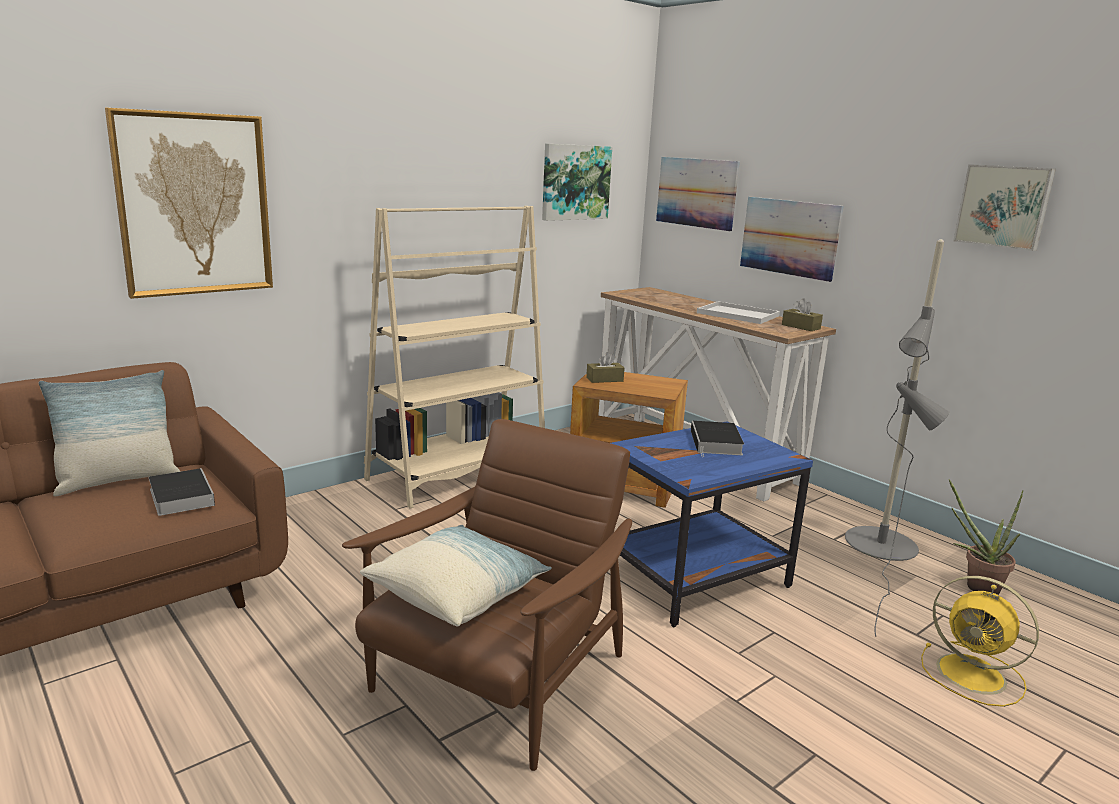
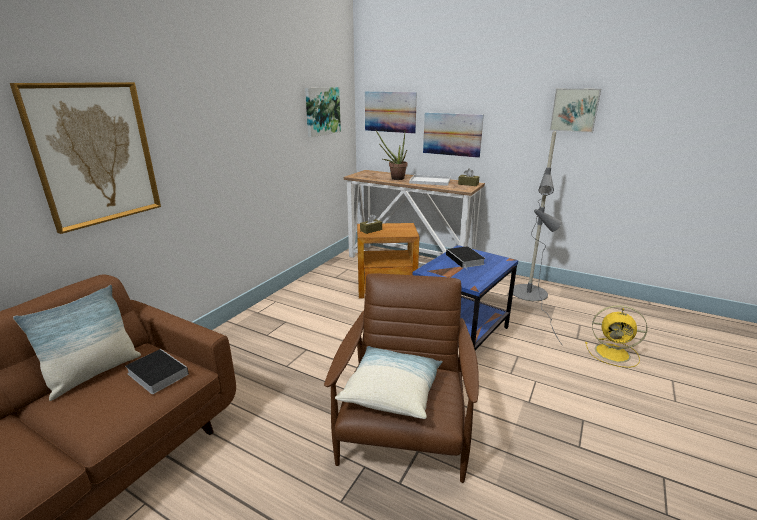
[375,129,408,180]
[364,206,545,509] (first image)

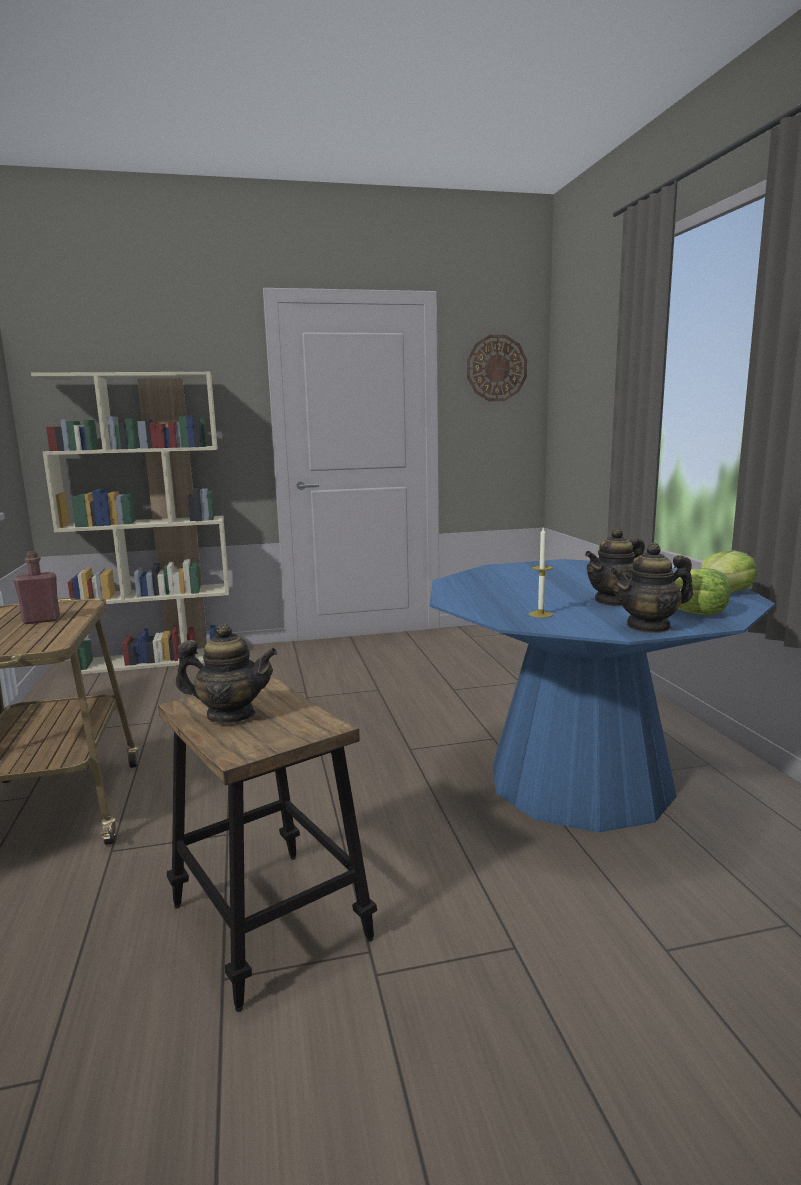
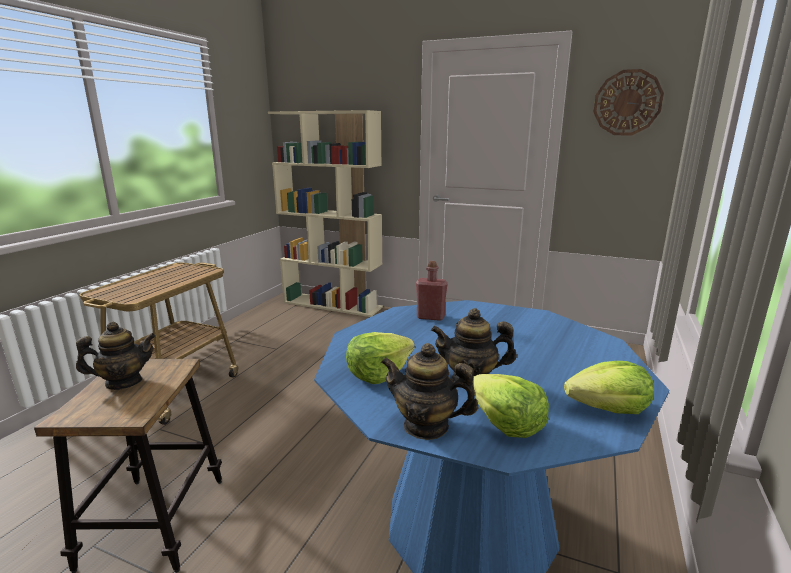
[76,321,156,390]
[346,332,415,384]
[416,261,448,321]

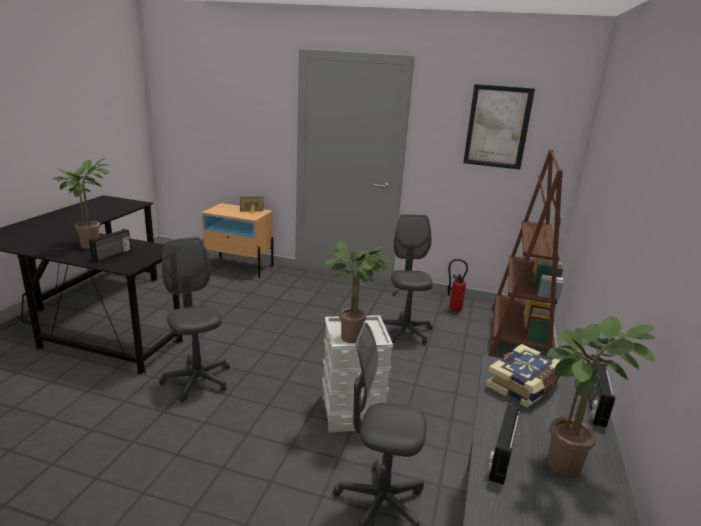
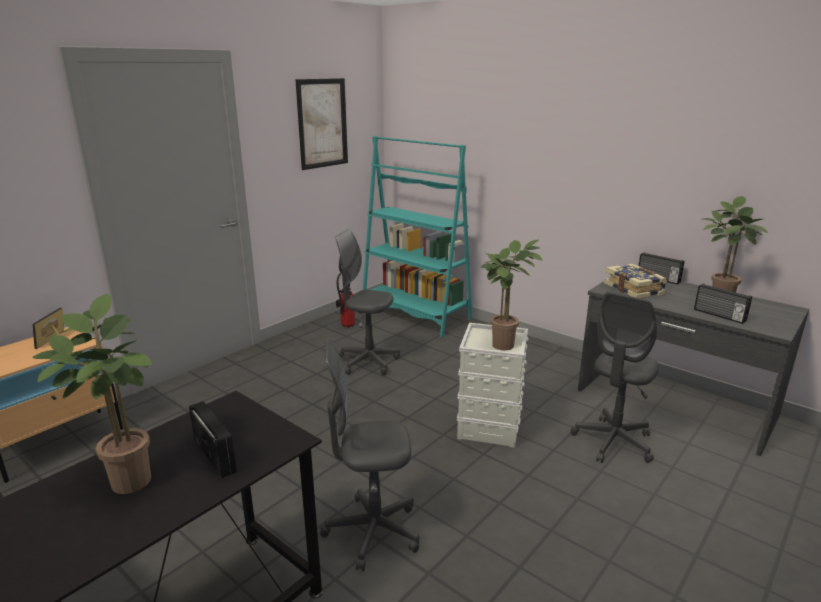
[363,136,472,338]

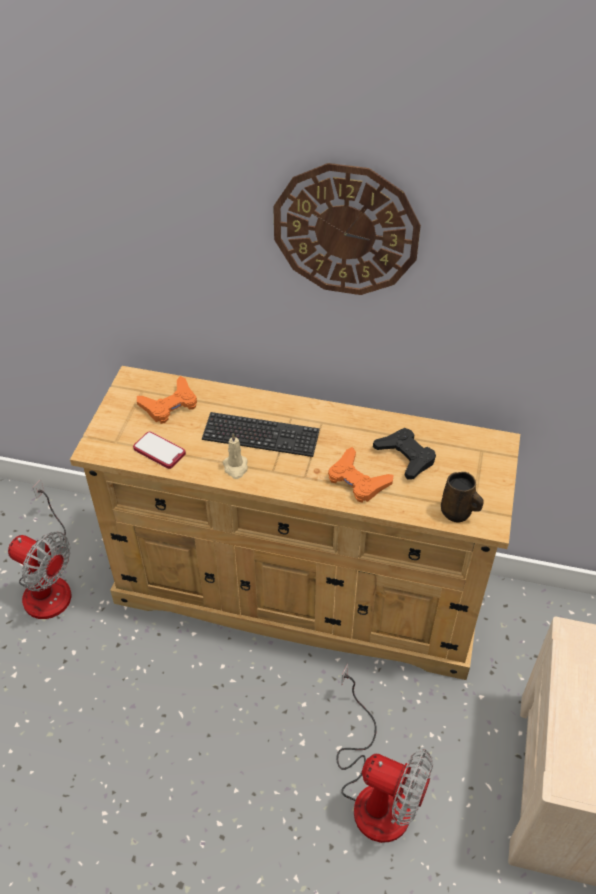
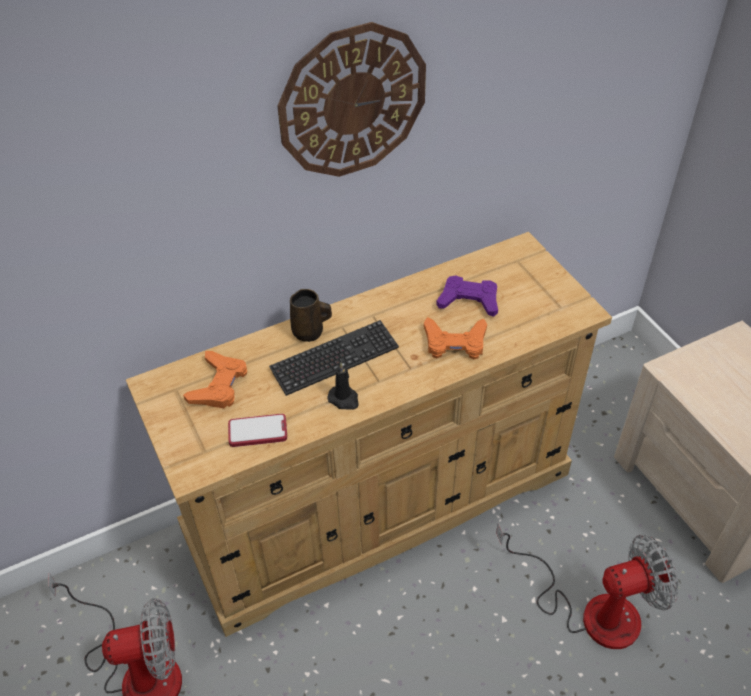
[290,289,332,342]
[327,362,359,410]
[436,275,498,317]

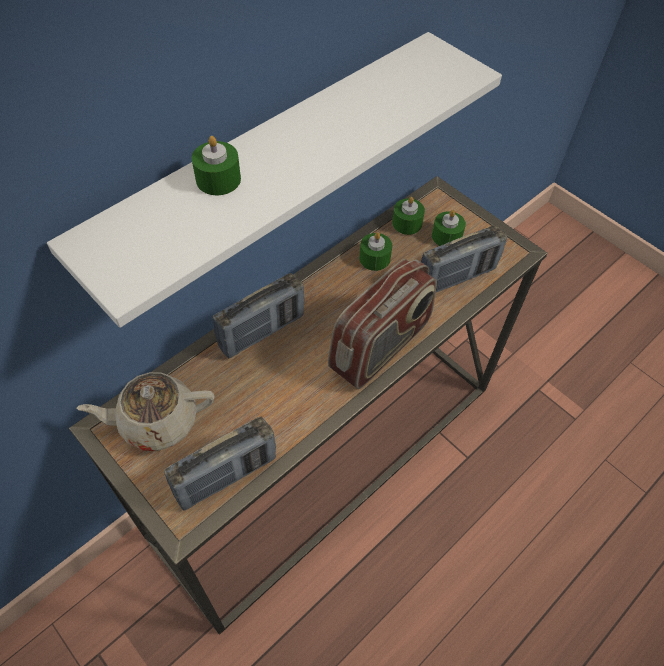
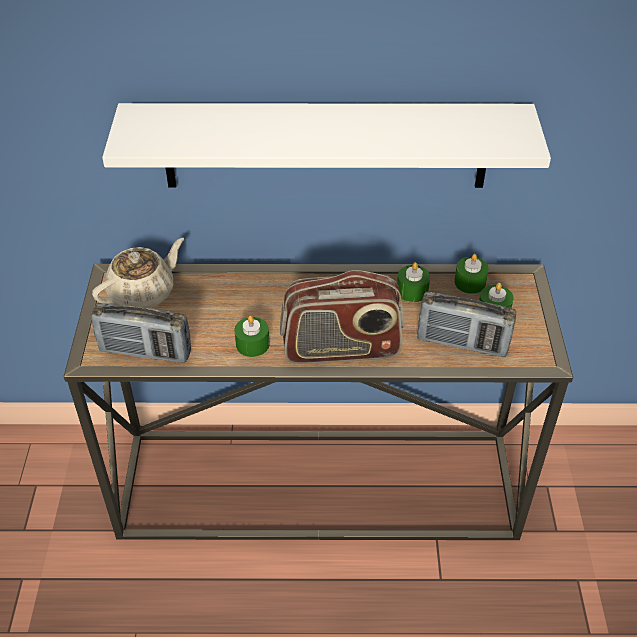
[92,238,184,309]
[234,316,269,357]
[213,273,304,358] (first image)

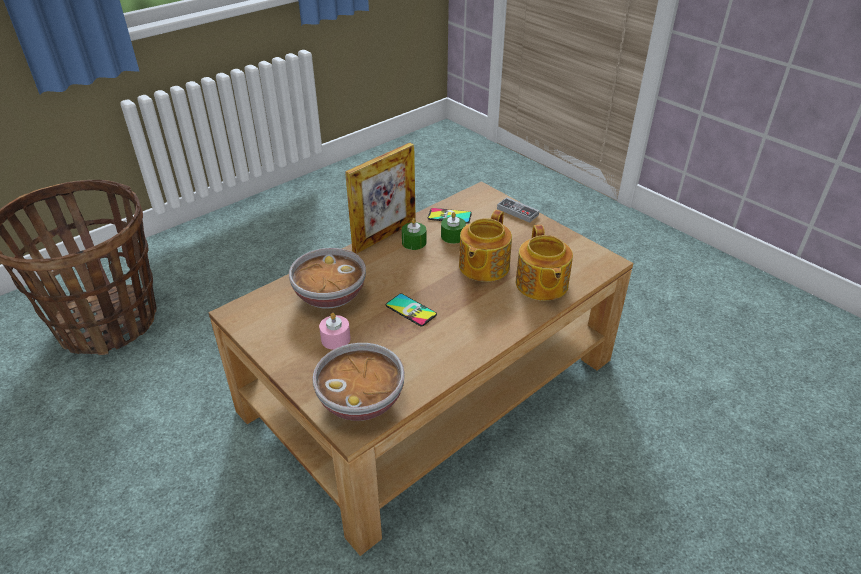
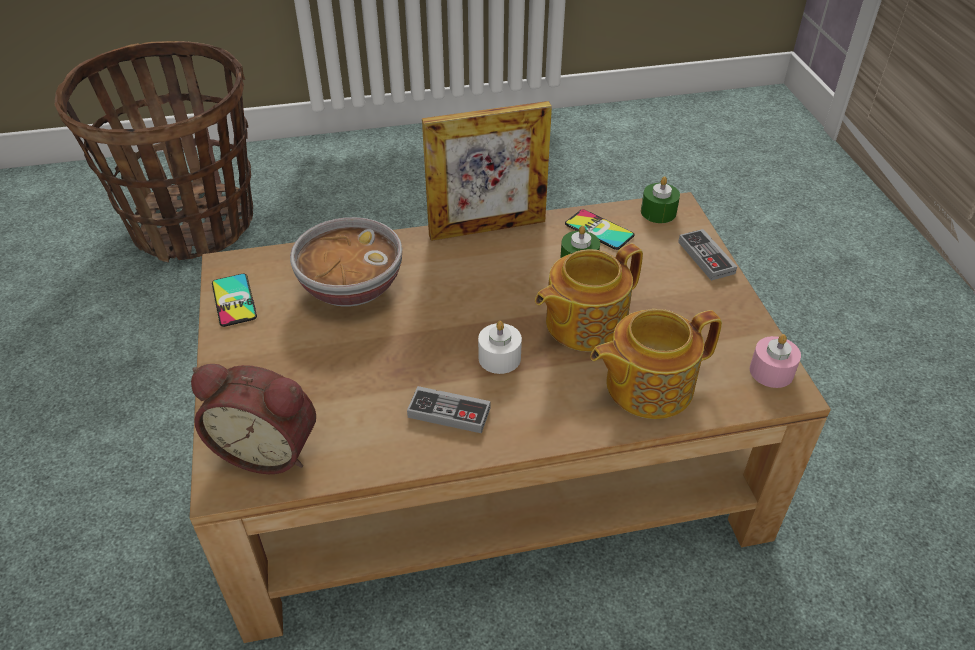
[191,364,316,474]
[212,274,257,327]
[407,386,490,433]
[478,321,522,374]
[590,309,722,419]
[641,177,680,223]
[750,334,801,388]

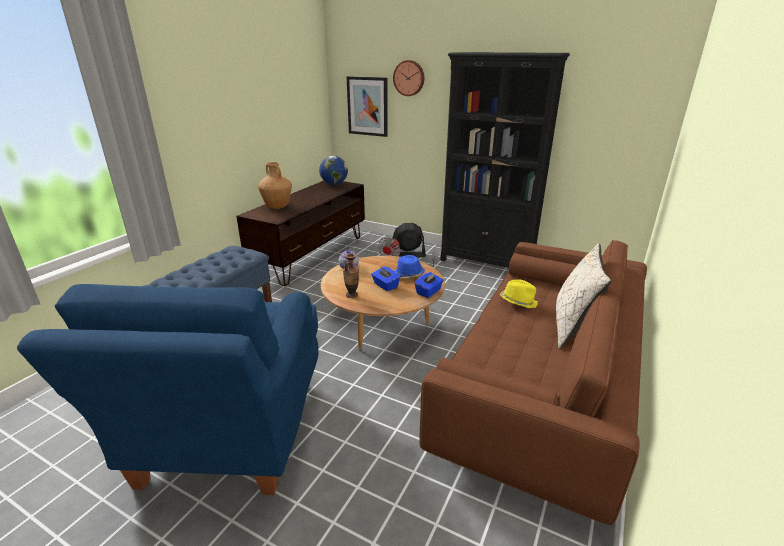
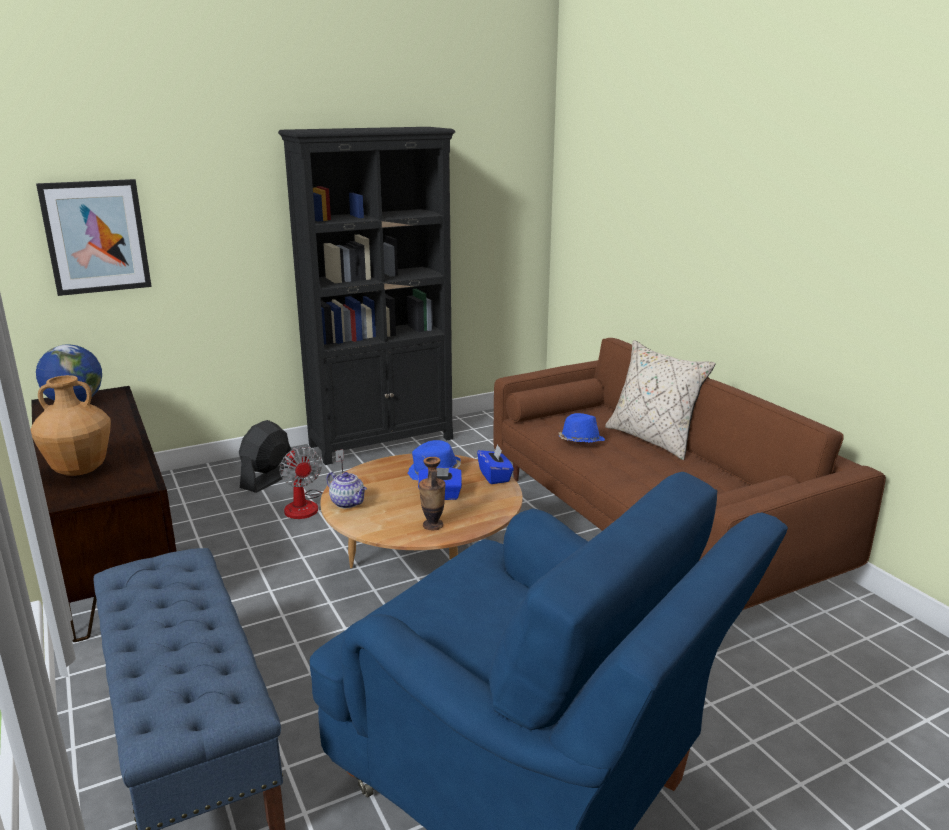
[559,413,605,443]
[393,60,424,96] (first image)

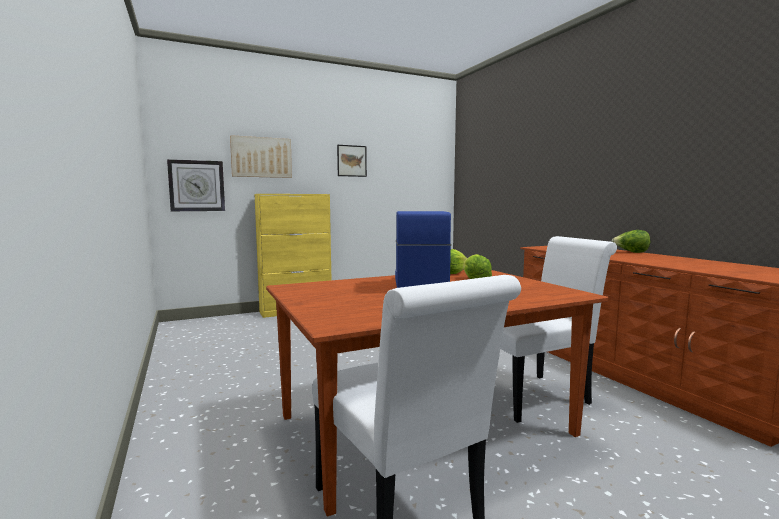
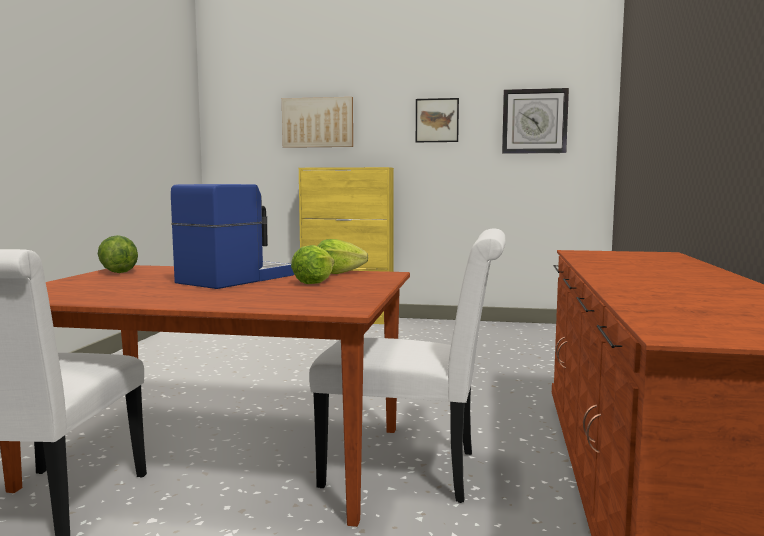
[98,235,138,273]
[502,88,569,154]

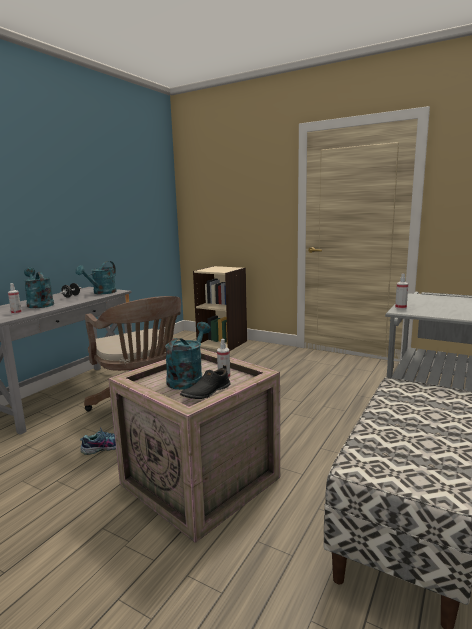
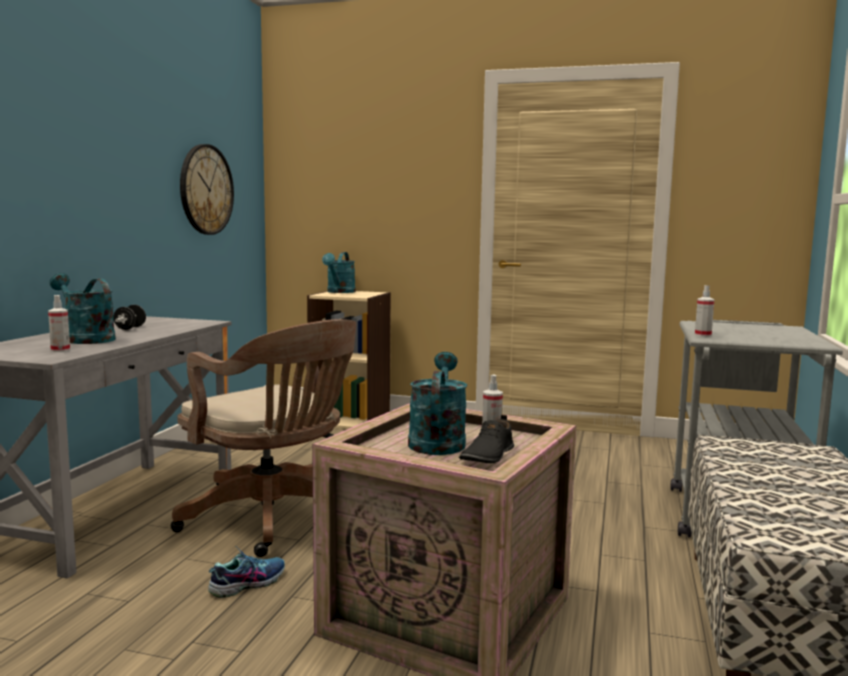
[180,144,234,235]
[322,252,356,293]

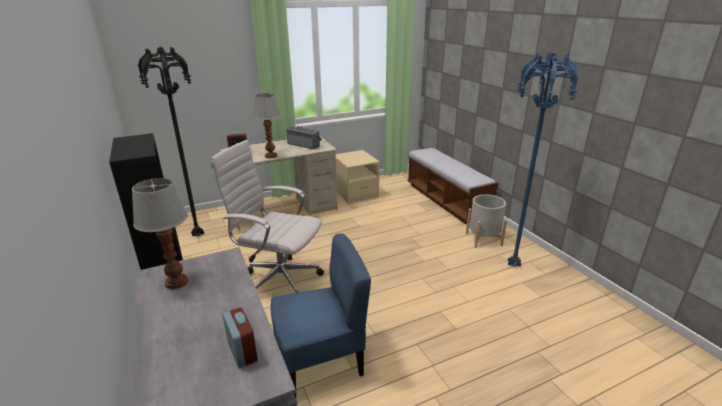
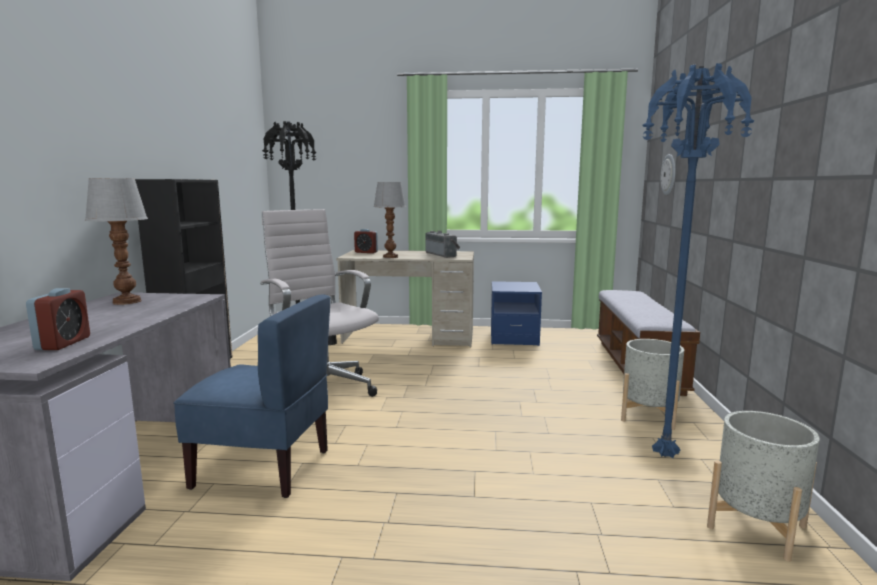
[491,281,542,346]
[661,154,676,195]
[707,411,820,562]

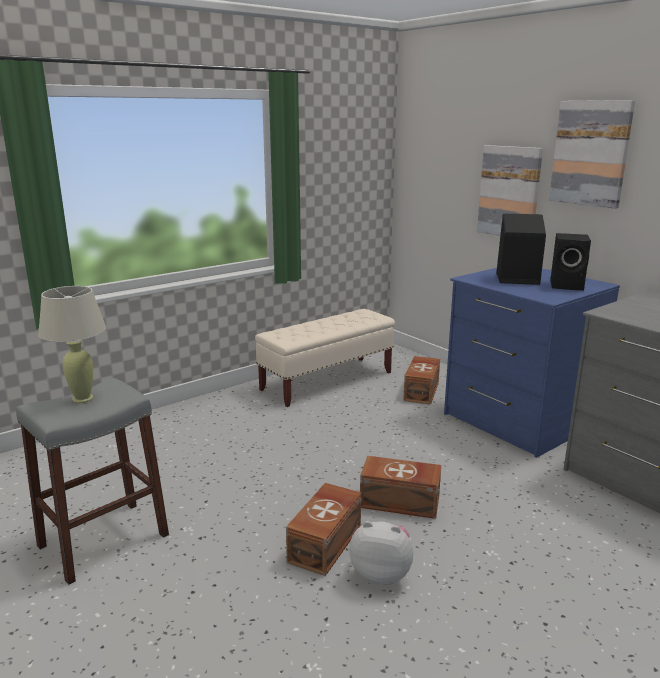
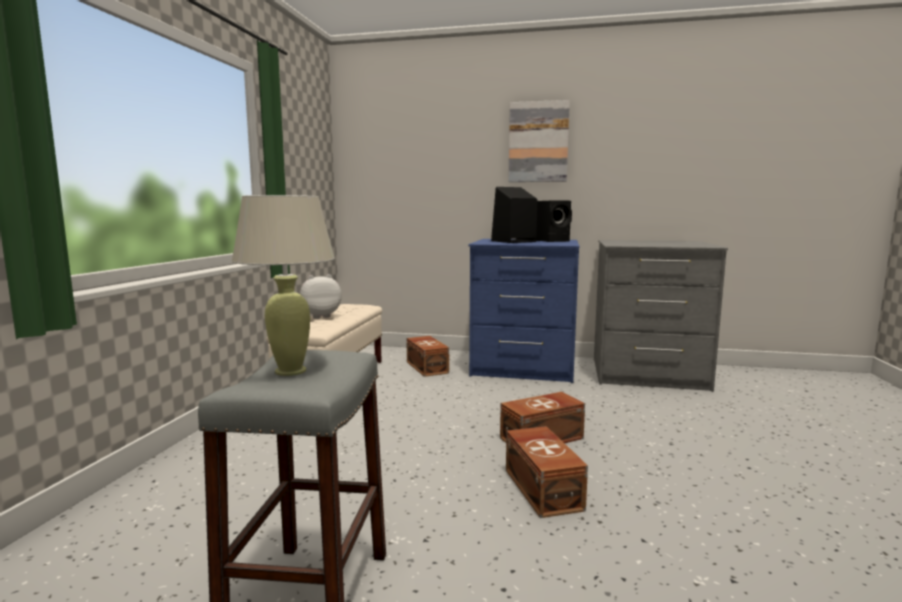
[300,274,342,319]
[477,145,543,236] (first image)

